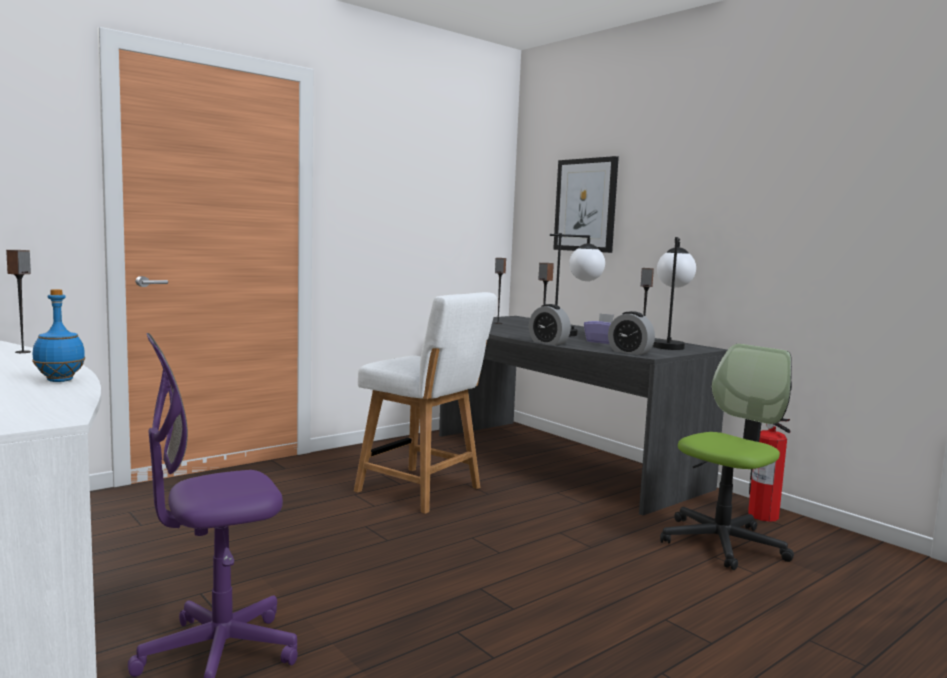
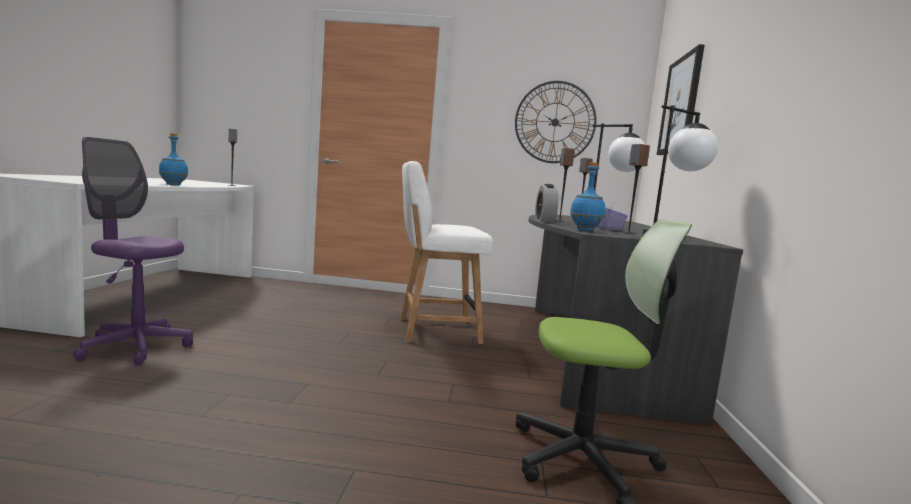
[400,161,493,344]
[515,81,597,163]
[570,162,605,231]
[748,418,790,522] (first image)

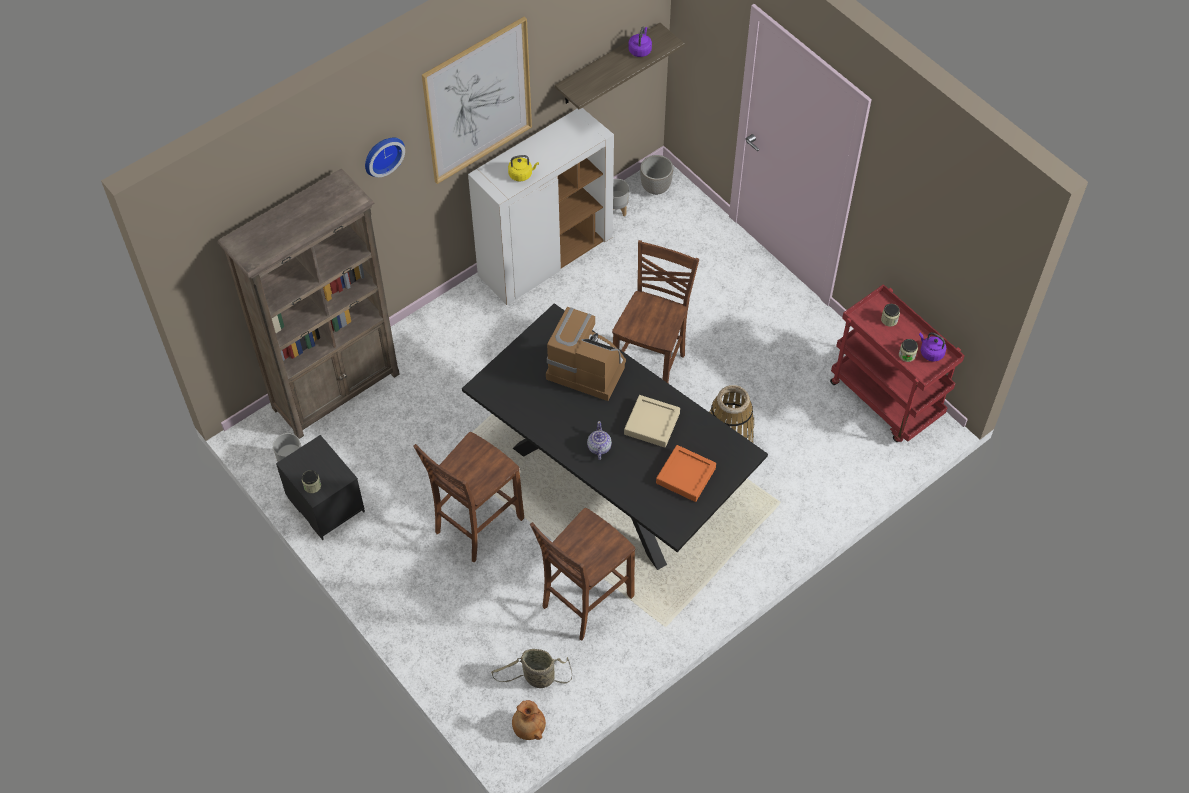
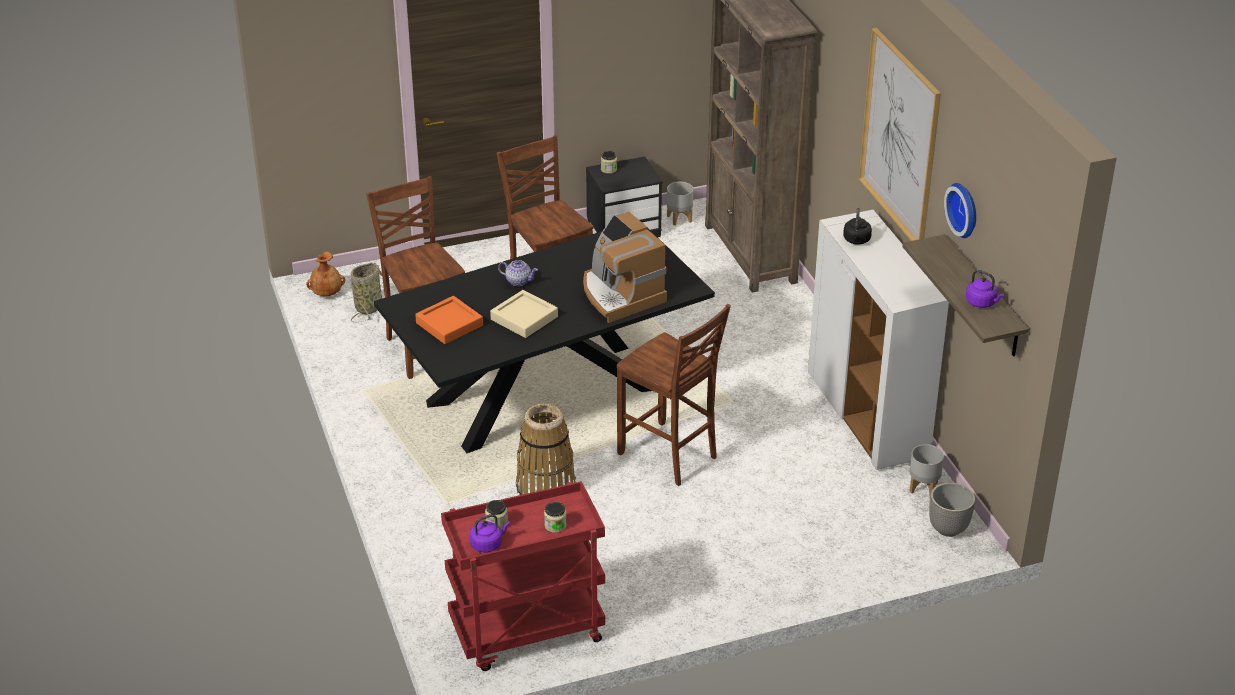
[583,211,667,323]
[843,208,872,244]
[944,183,976,238]

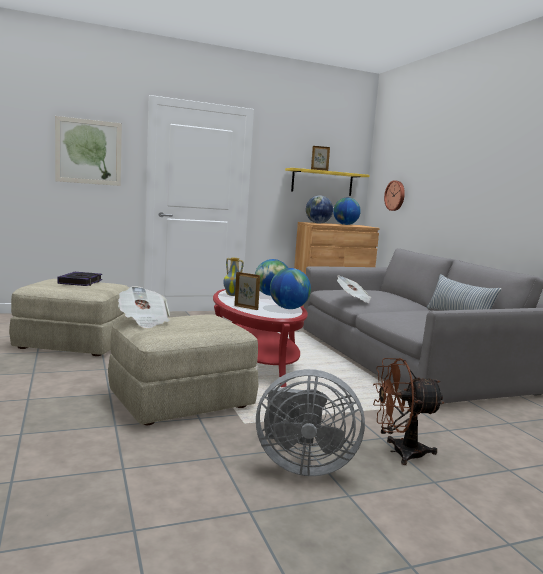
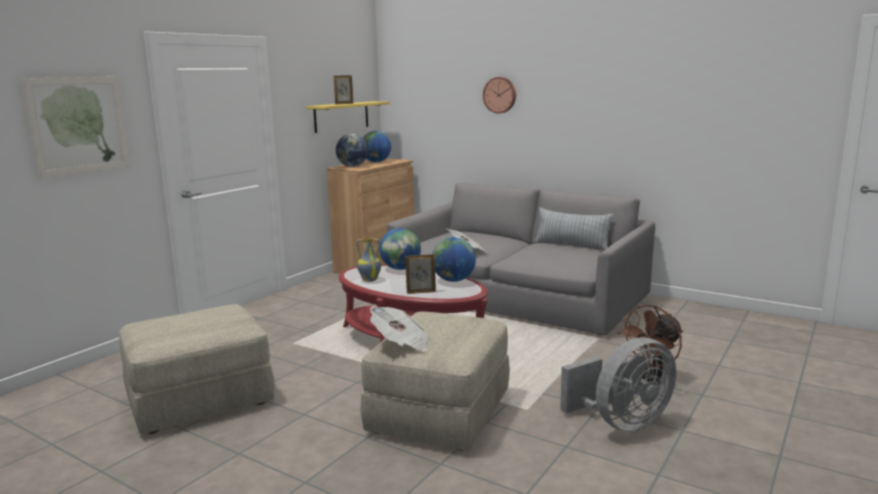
[483,77,516,113]
[57,272,102,286] (first image)

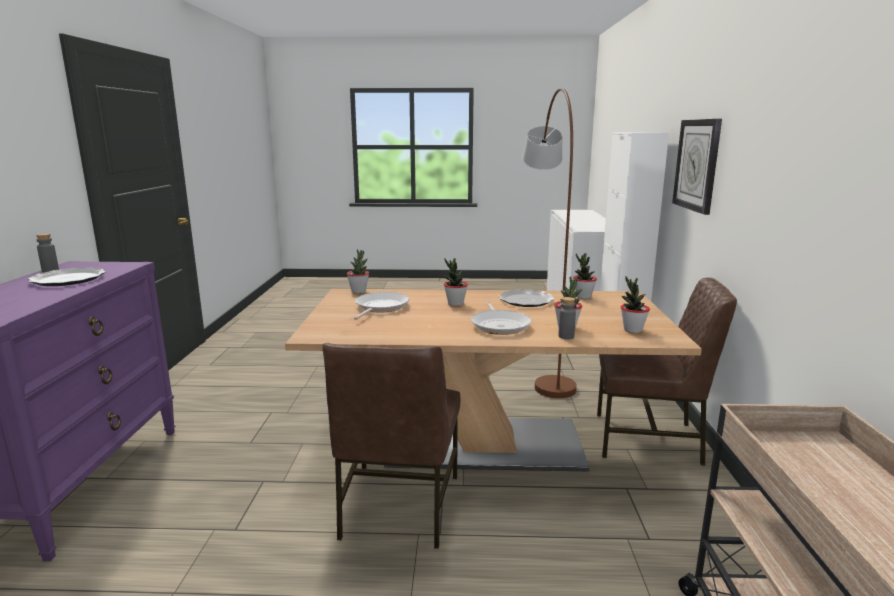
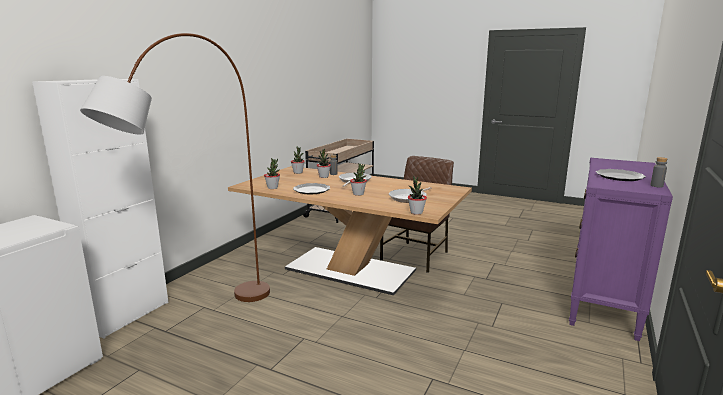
[597,277,737,465] (first image)
[672,119,722,215] (first image)

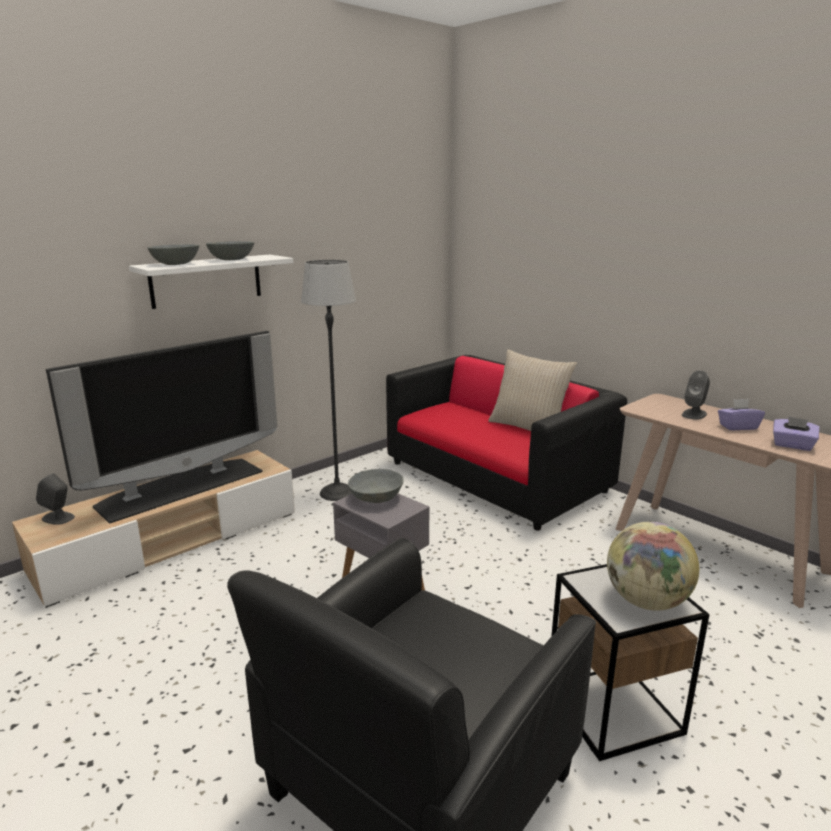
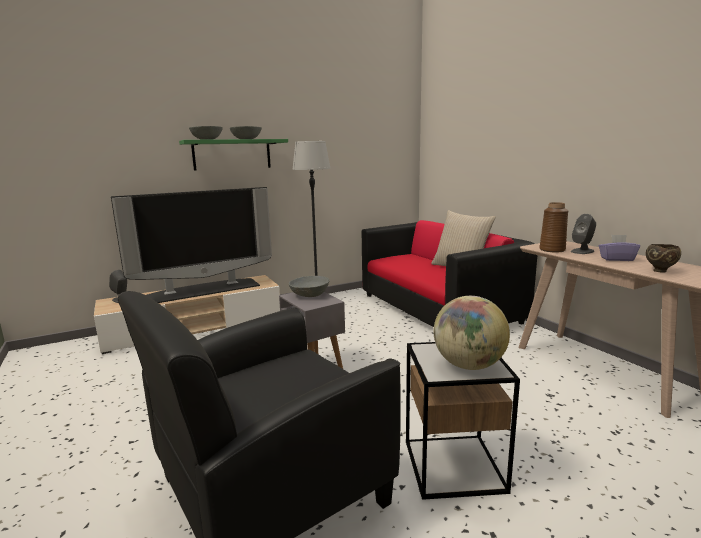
[179,139,288,170]
[539,202,568,252]
[645,244,681,273]

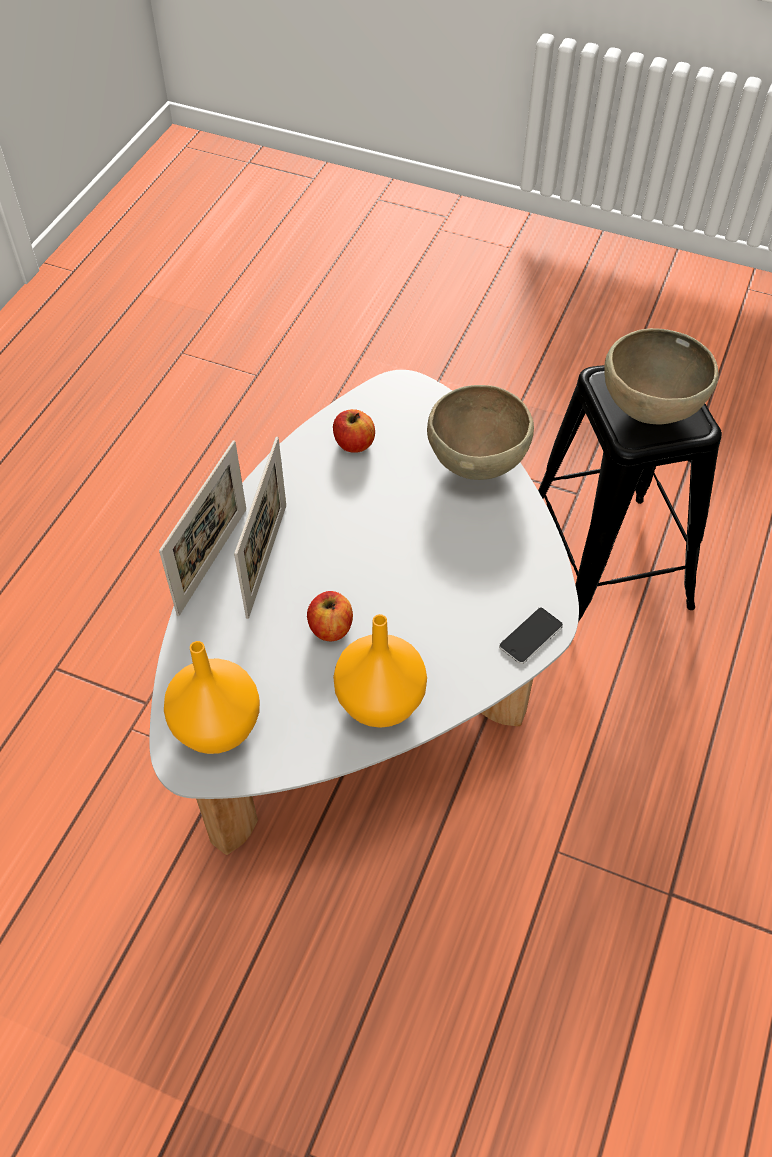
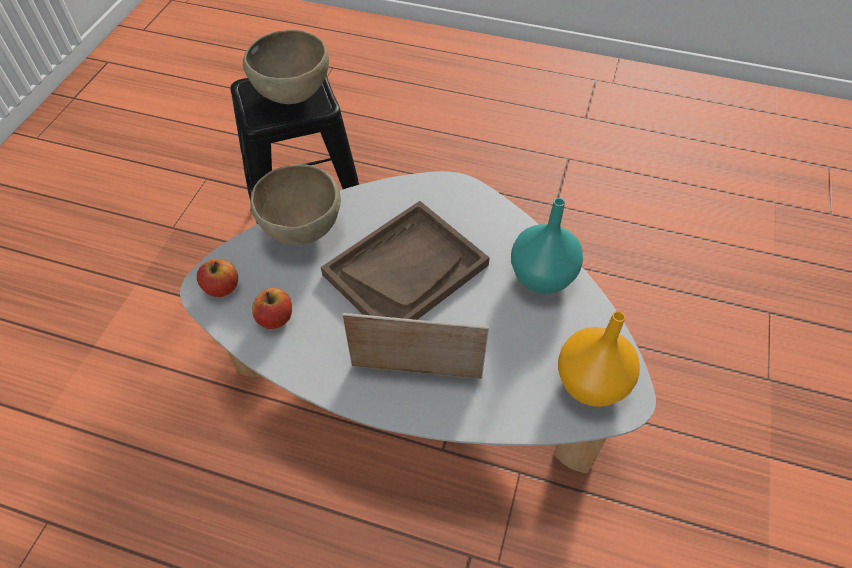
[197,259,238,297]
[321,201,490,320]
[511,198,583,294]
[159,440,246,616] (first image)
[499,607,563,664] (first image)

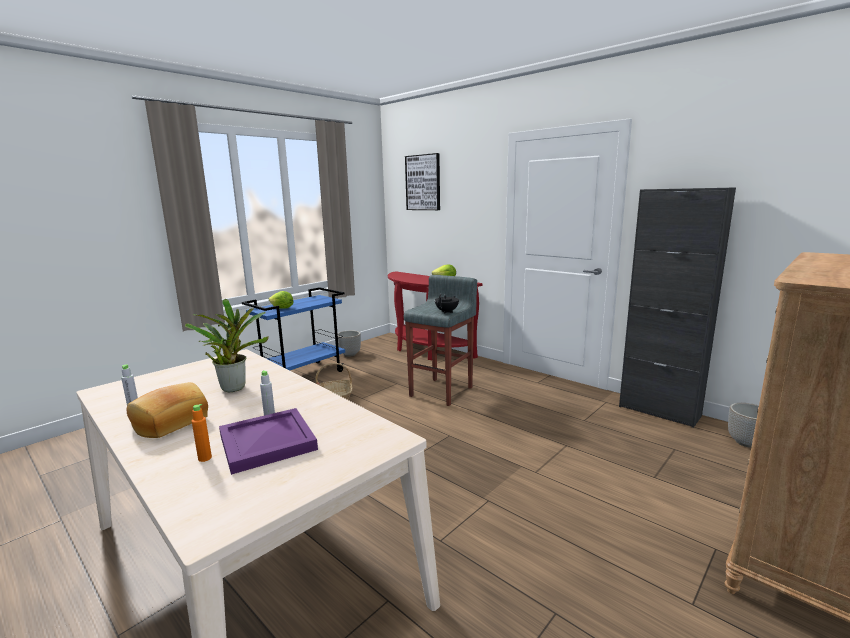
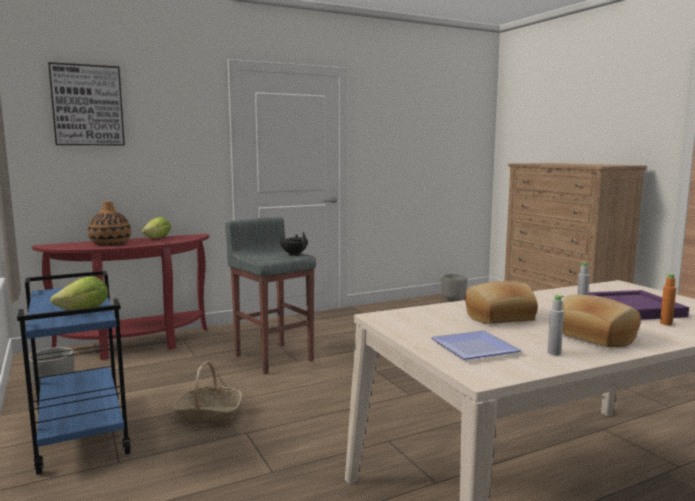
[88,201,131,245]
[431,330,522,360]
[465,281,538,324]
[619,187,736,428] (first image)

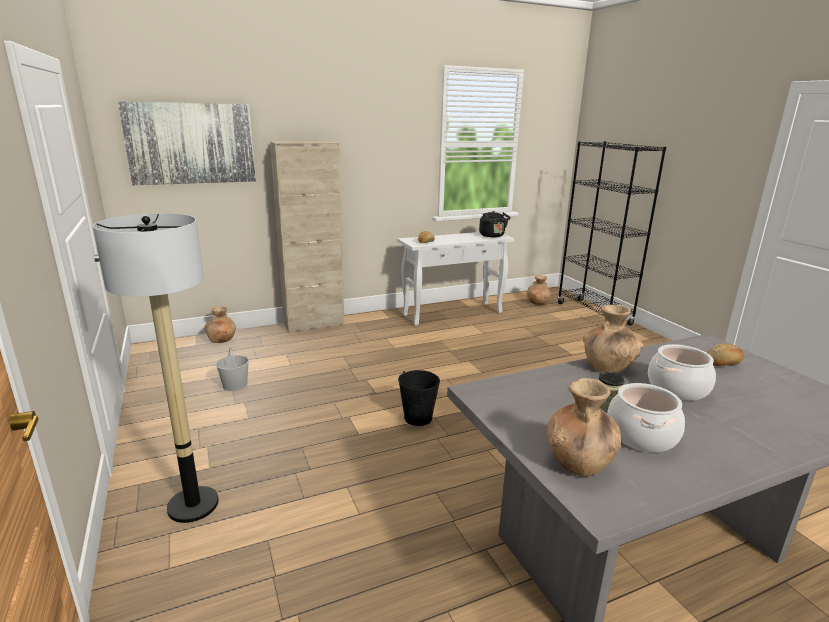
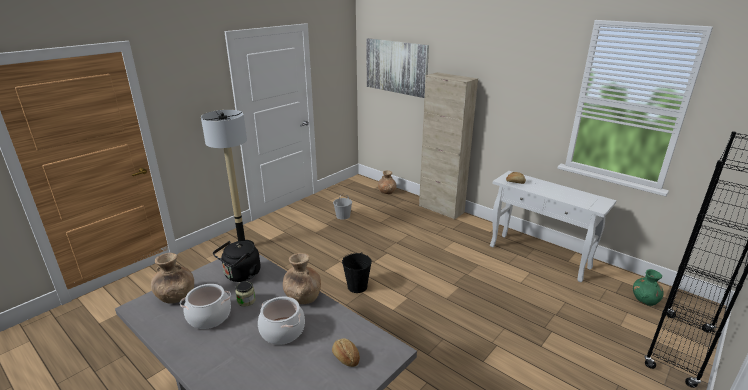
[213,241,261,282]
[633,269,664,306]

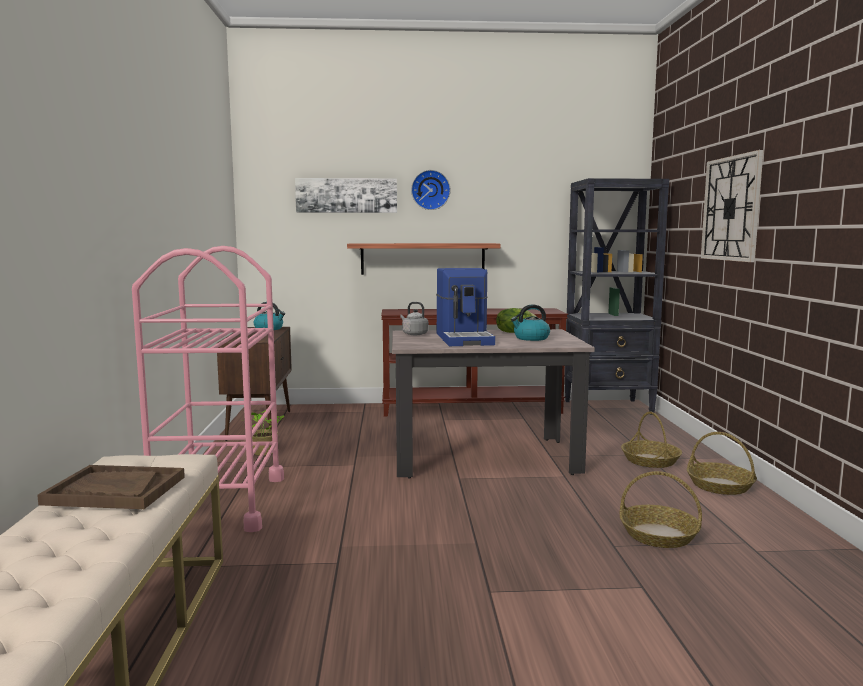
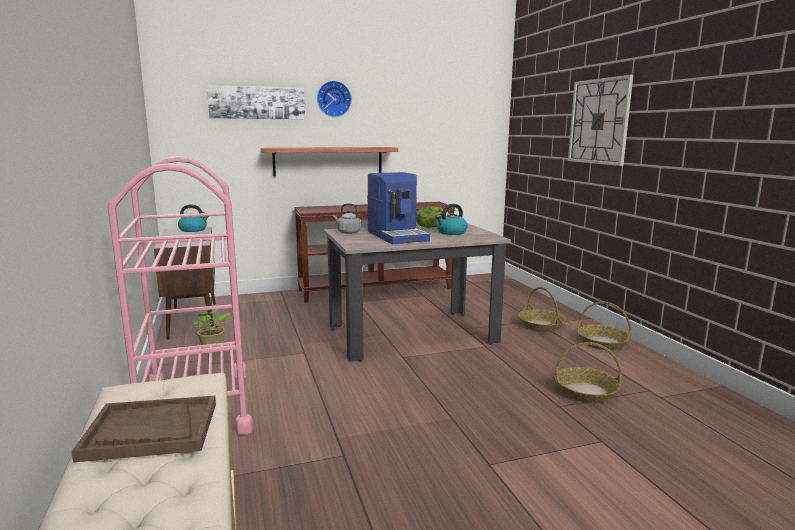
[565,178,669,415] (first image)

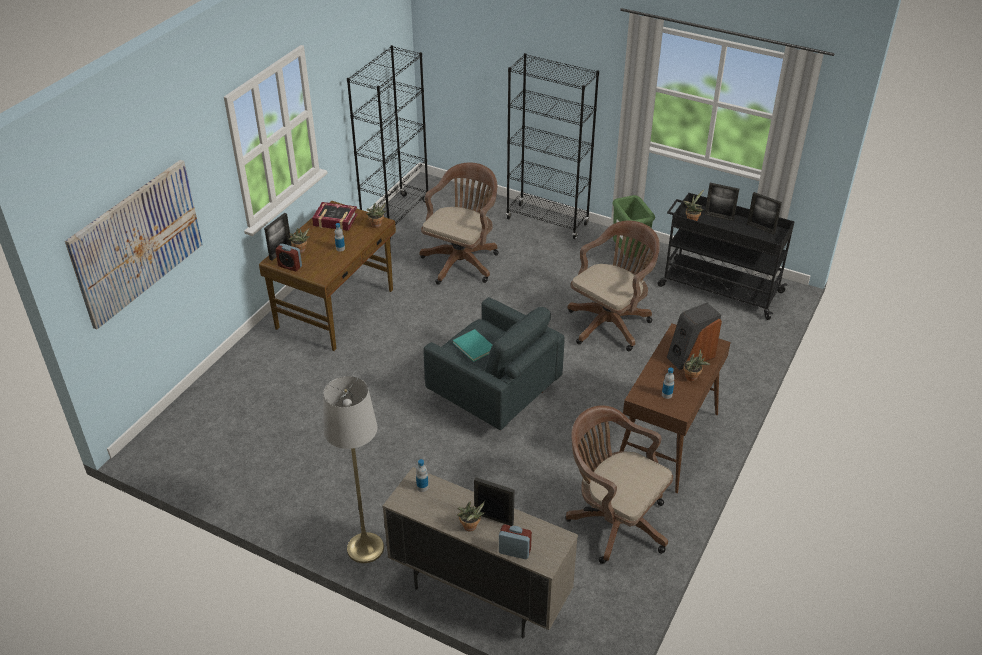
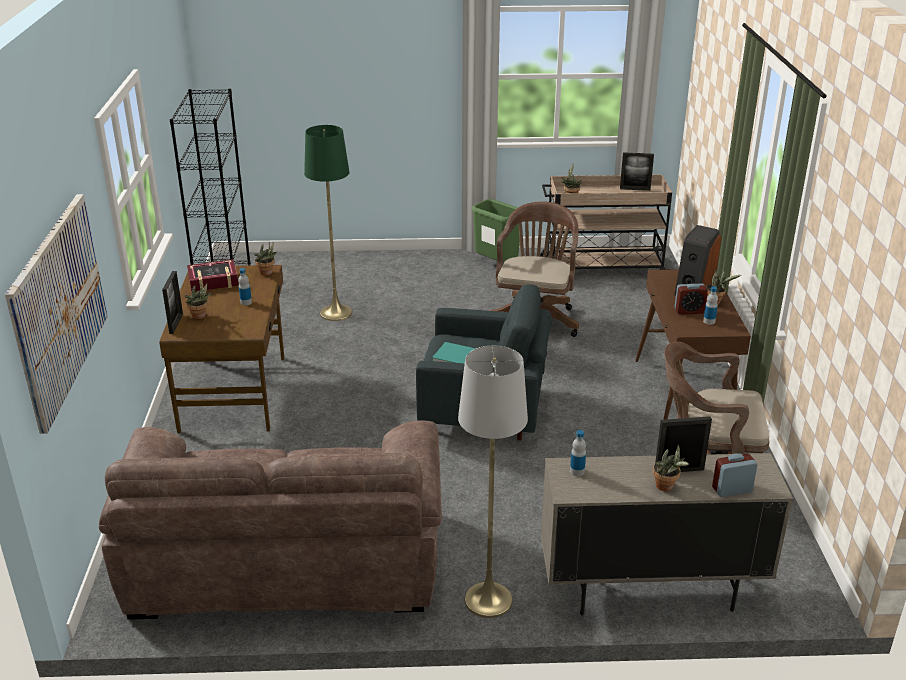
[99,420,442,620]
[304,125,352,321]
[540,174,672,270]
[674,284,708,315]
[506,53,599,239] (first image)
[705,183,739,221] (first image)

